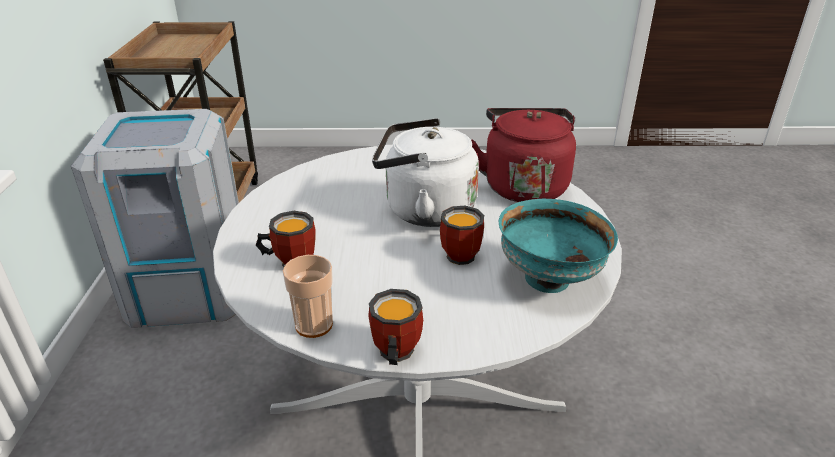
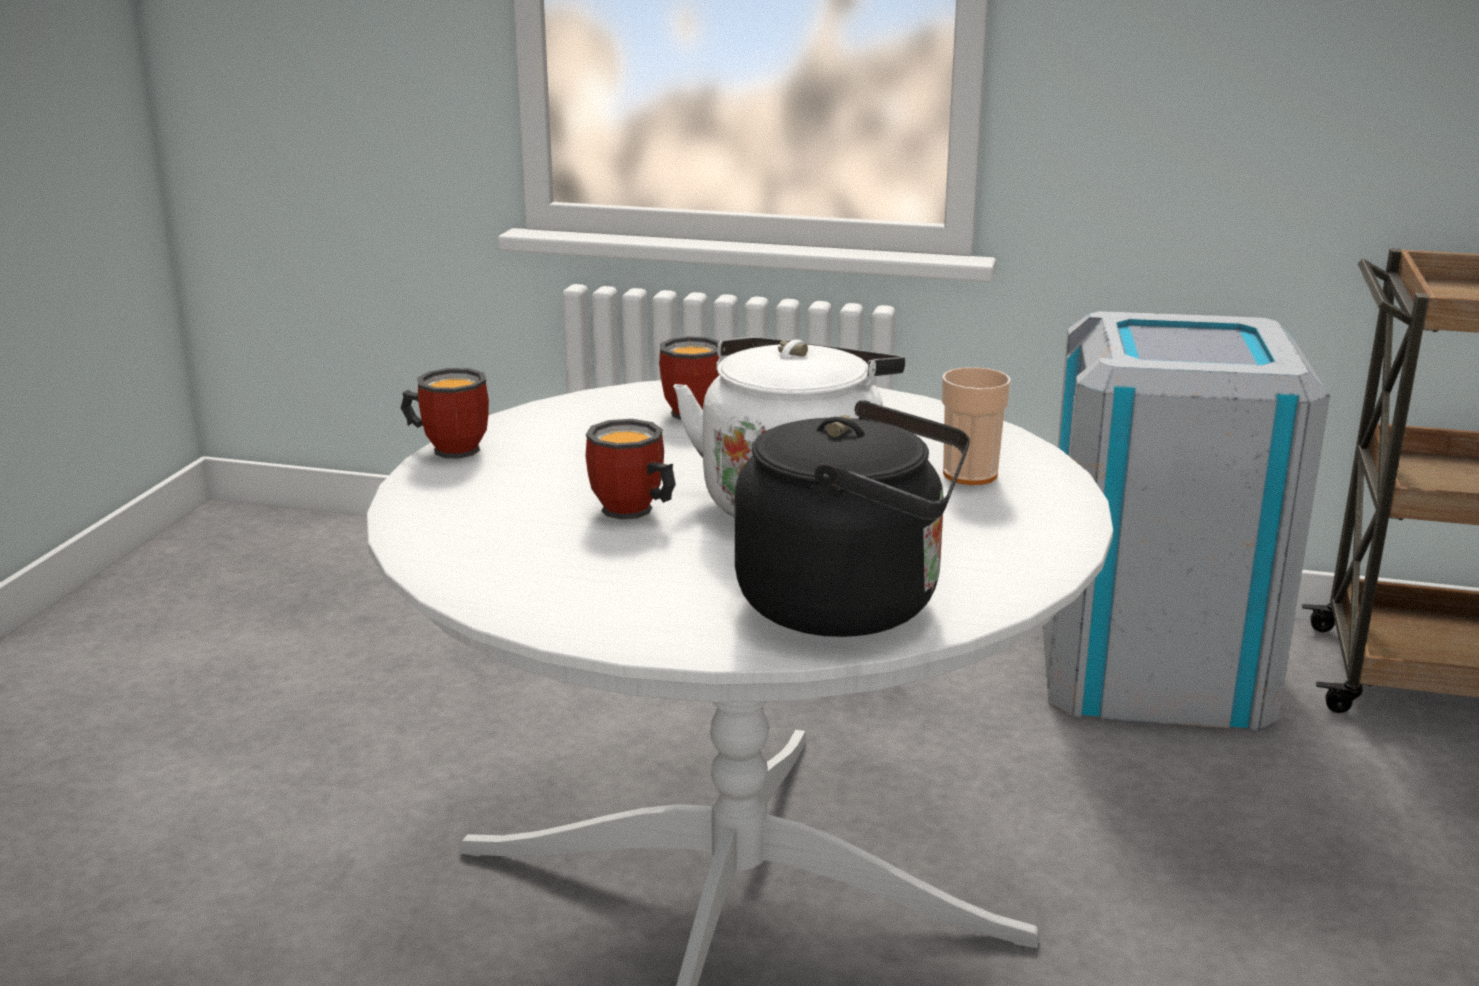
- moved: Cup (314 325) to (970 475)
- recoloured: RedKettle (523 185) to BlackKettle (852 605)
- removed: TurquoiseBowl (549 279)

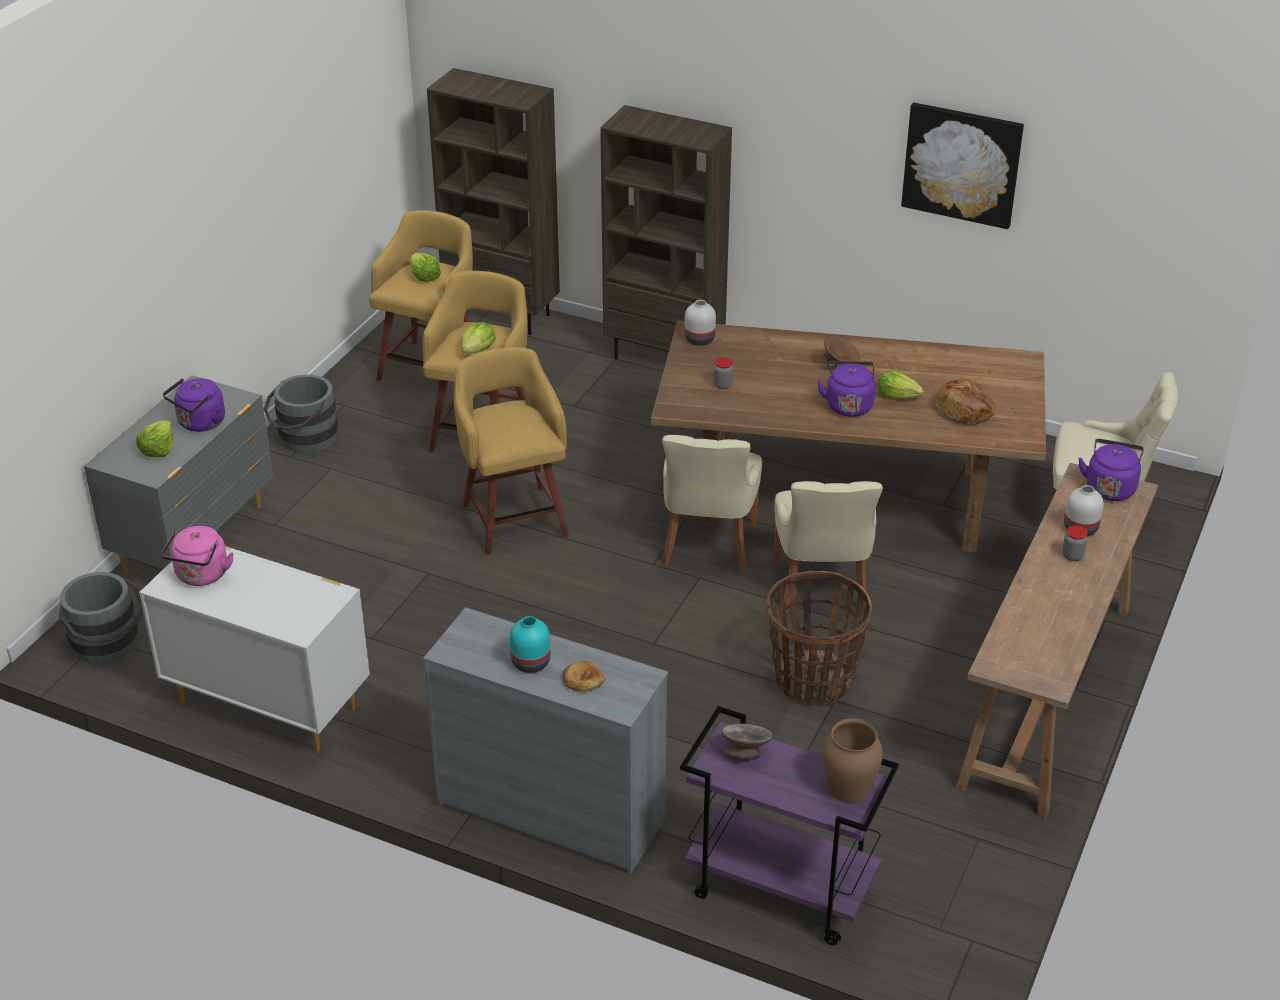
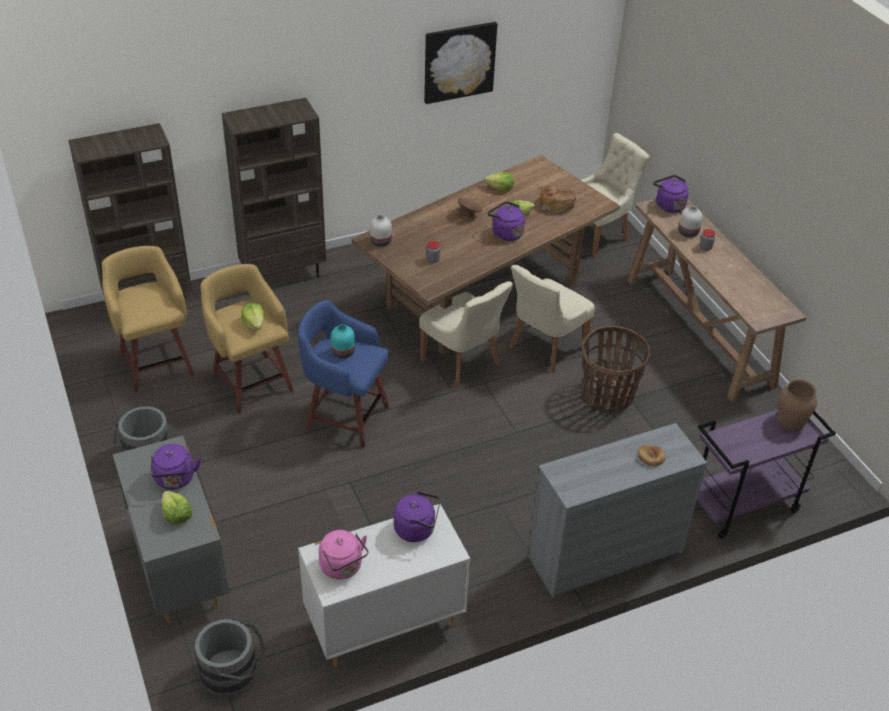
- moved: Lettuce (424 277) to (500 188)
- recoloured: YellowStool (514 517) to BlueStool (345 417)
- moved: TurquoiseVase (529 663) to (342 352)
- removed: GreyBowl (745 752)
- turned: BeigeChair (822 590) = (545 348) 90 degrees clockwise
- added: PurpleKettle (417 529)

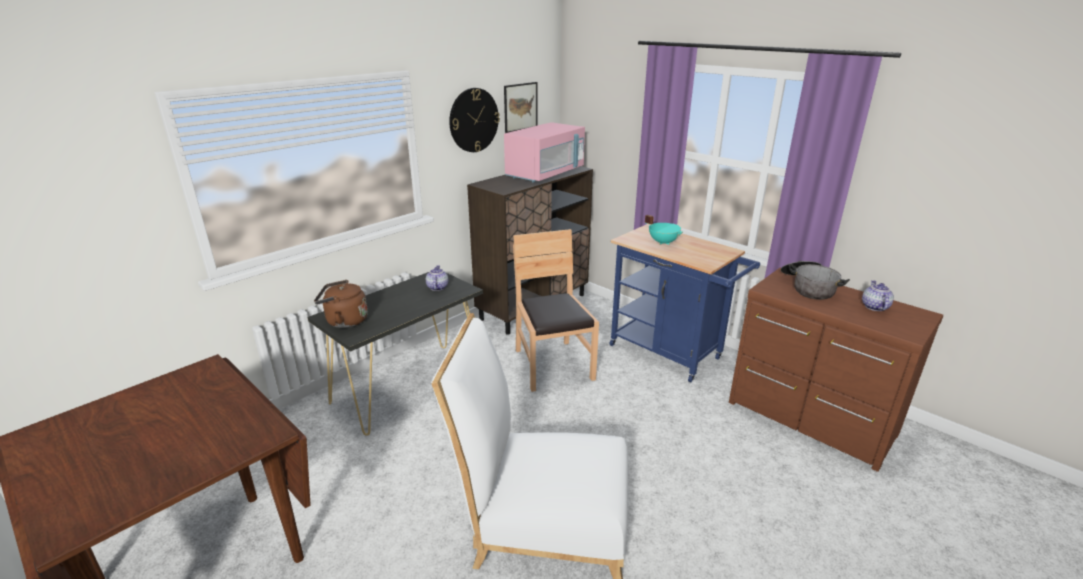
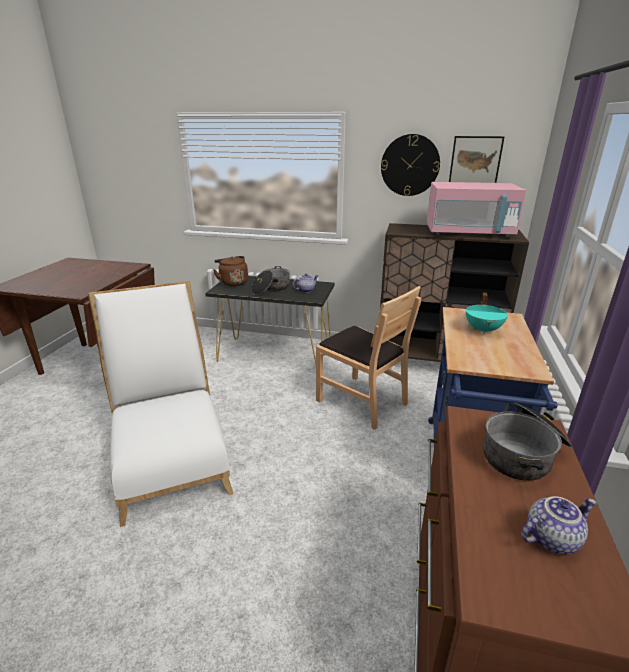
- turned: BrownChair (552 365) = (362 401) 90 degrees clockwise
- added: CookingPot (271 288)

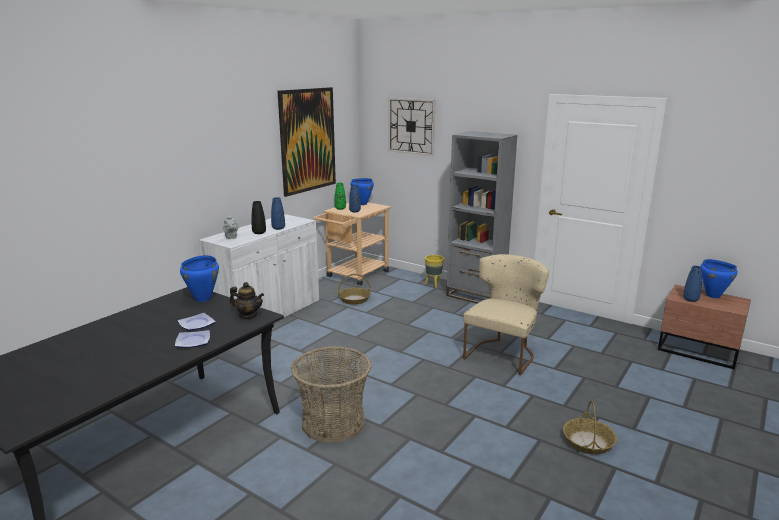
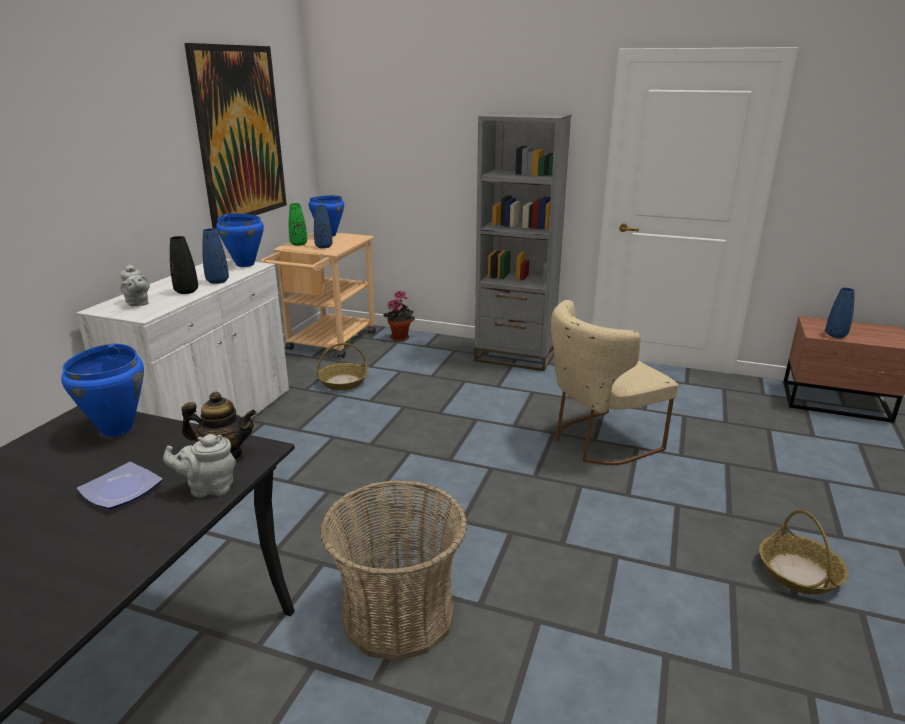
- removed: Plate (192 341)
- removed: WallClock (411 126)
- removed: YellowPlanter (433 285)
- turned: BeigeChair (503 353) = (598 441) 135 degrees counterclockwise
- moved: BlueCookingPot (713 295) to (245 264)
- added: GreyTeapot (208 488)
- added: PottedPlant (400 337)

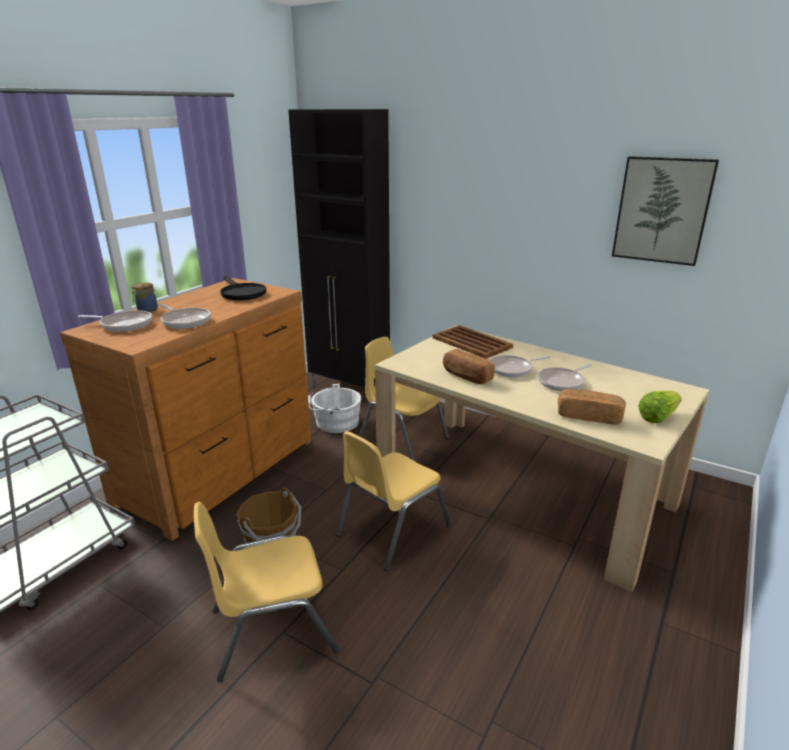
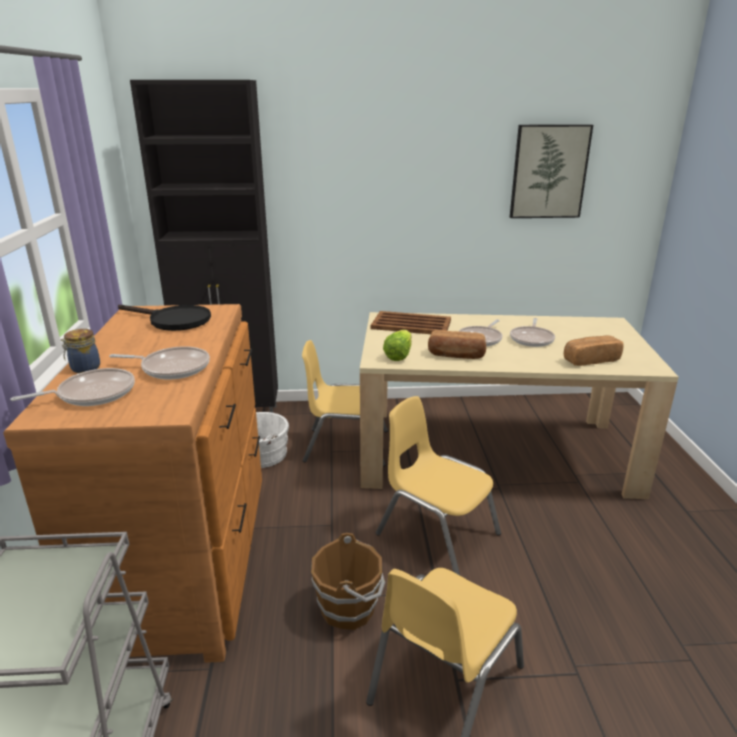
- turned: YellowChair (392 530) = (437 534) 120 degrees clockwise
- moved: Lettuce (657 417) to (399 355)

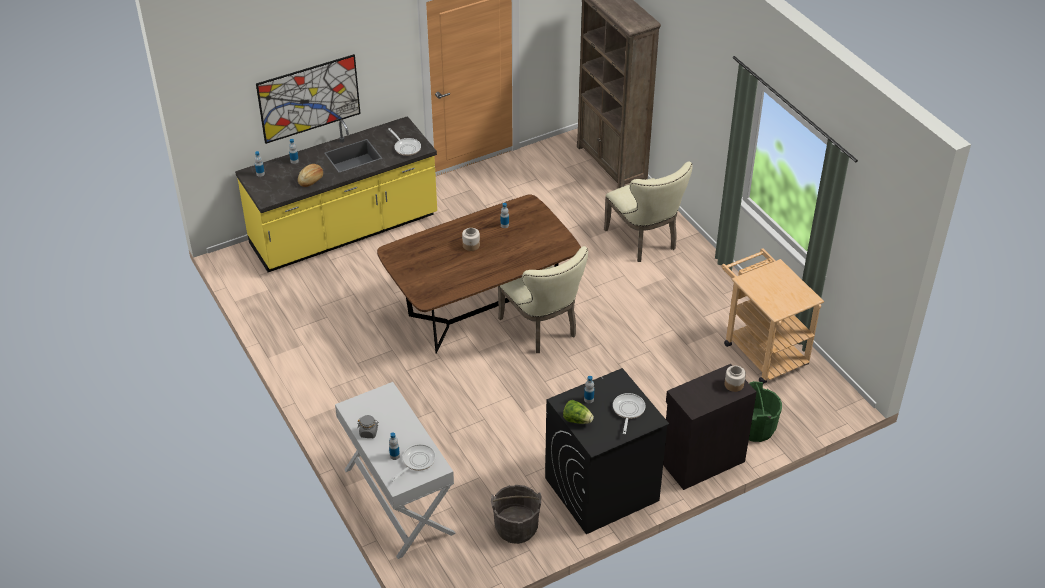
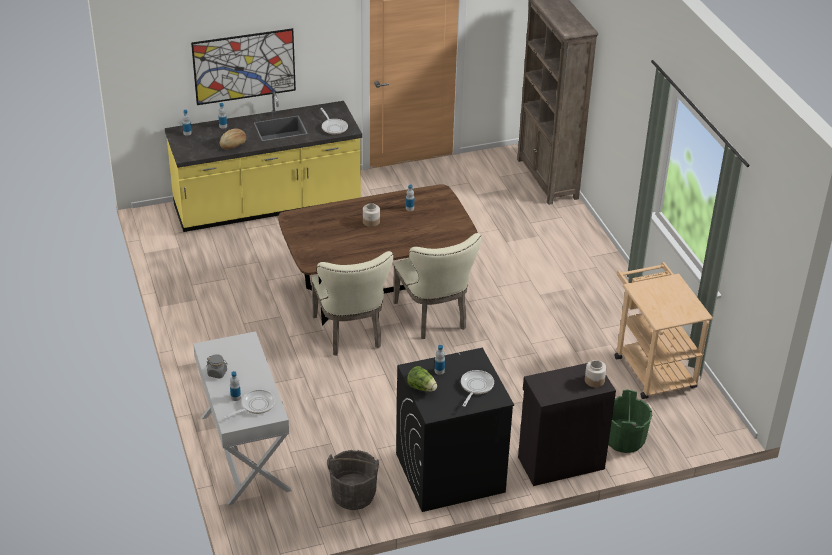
- moved: BeigeChair (644 241) to (351 334)

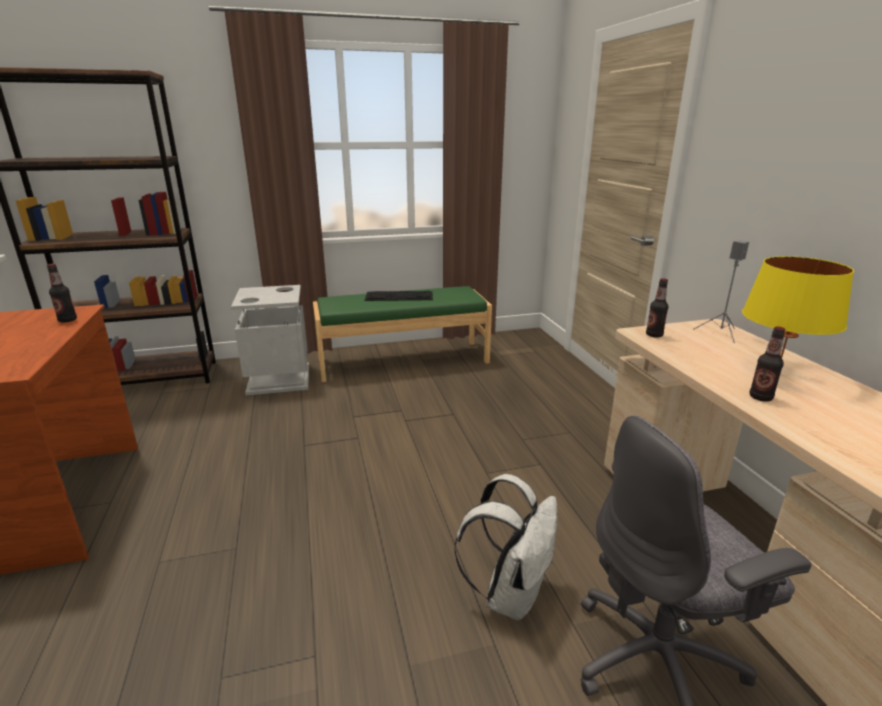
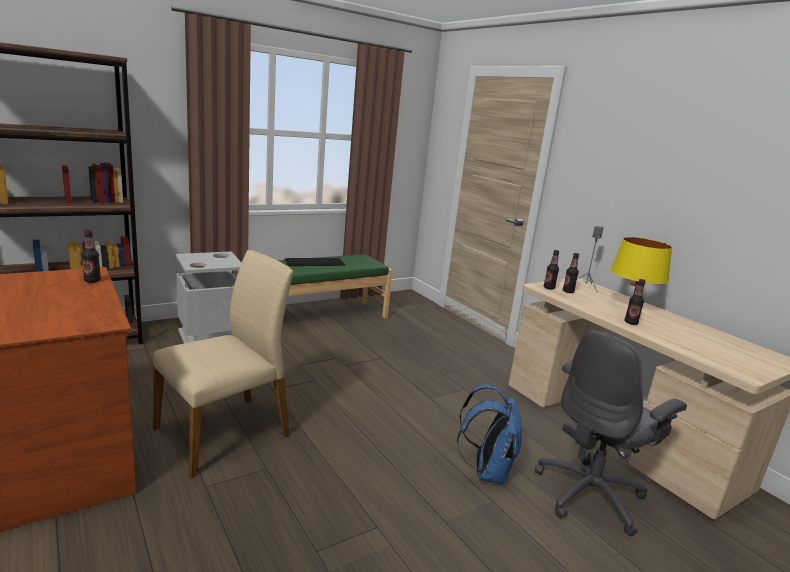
- recoloured: WhiteBackpack (510 594) to BlueBackpack (487 471)
- added: BeigeChair (224 432)
- added: Bottle (568 291)

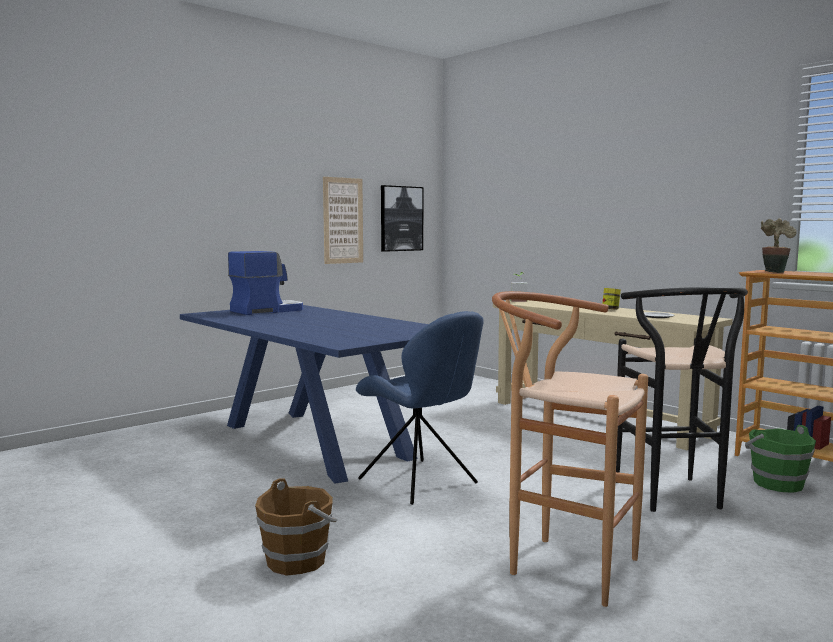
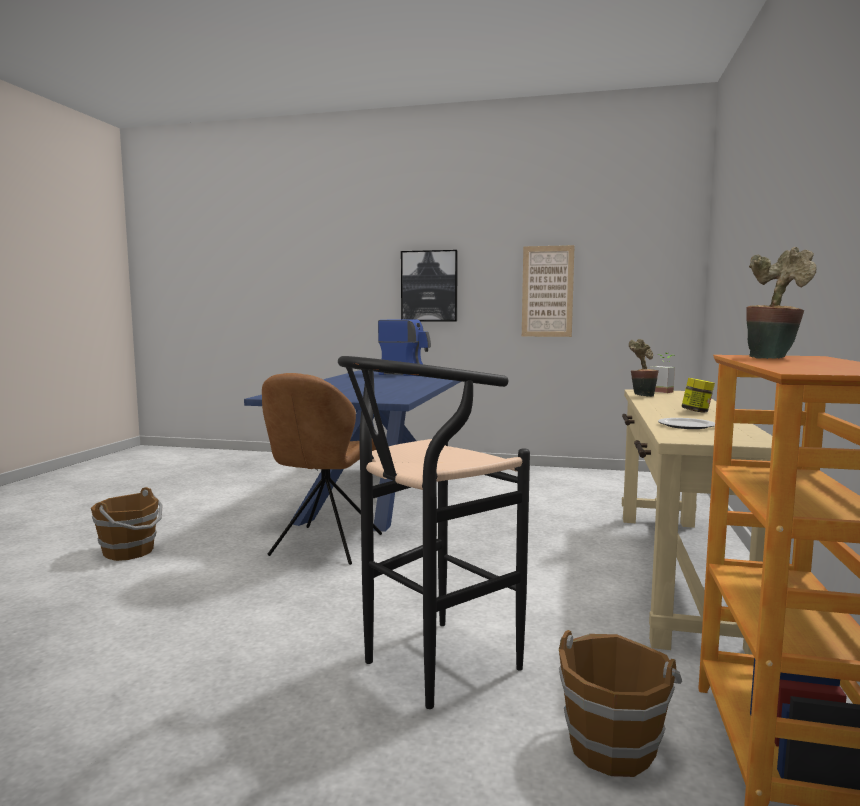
- recoloured: BlueChair (420 482) to BrownChair (325 546)
- moved: Picture (401 218) to (429 286)
- removed: BrownStool (561 564)
- recoloured: GreenBucket (776 483) to BrownBucket (612 745)
- added: PottedPlant (642 395)

